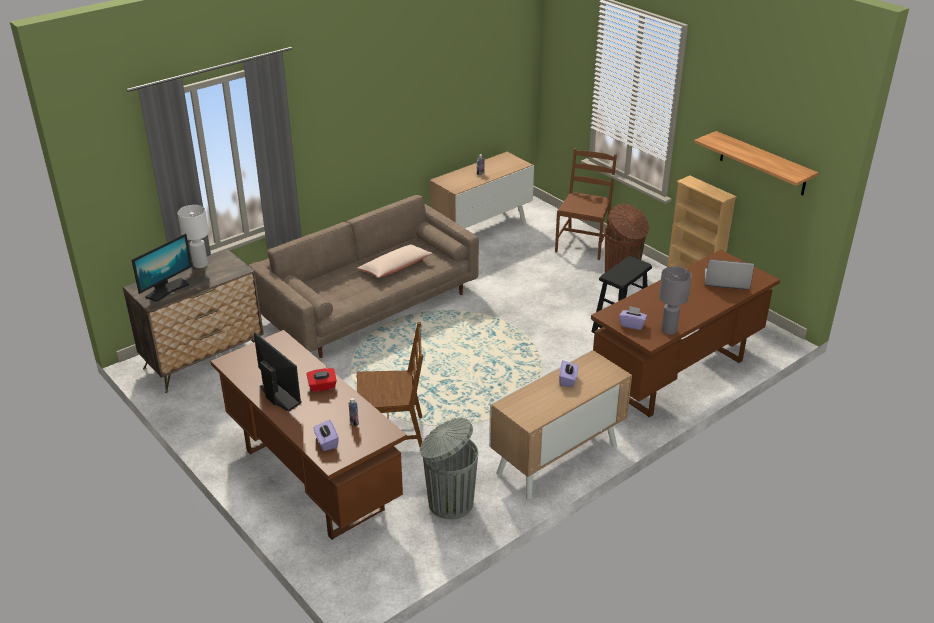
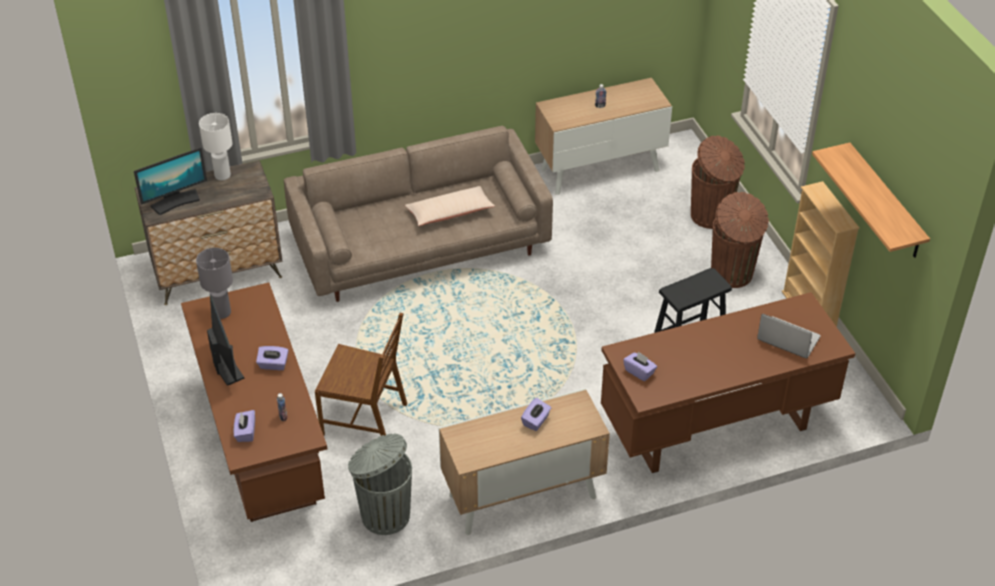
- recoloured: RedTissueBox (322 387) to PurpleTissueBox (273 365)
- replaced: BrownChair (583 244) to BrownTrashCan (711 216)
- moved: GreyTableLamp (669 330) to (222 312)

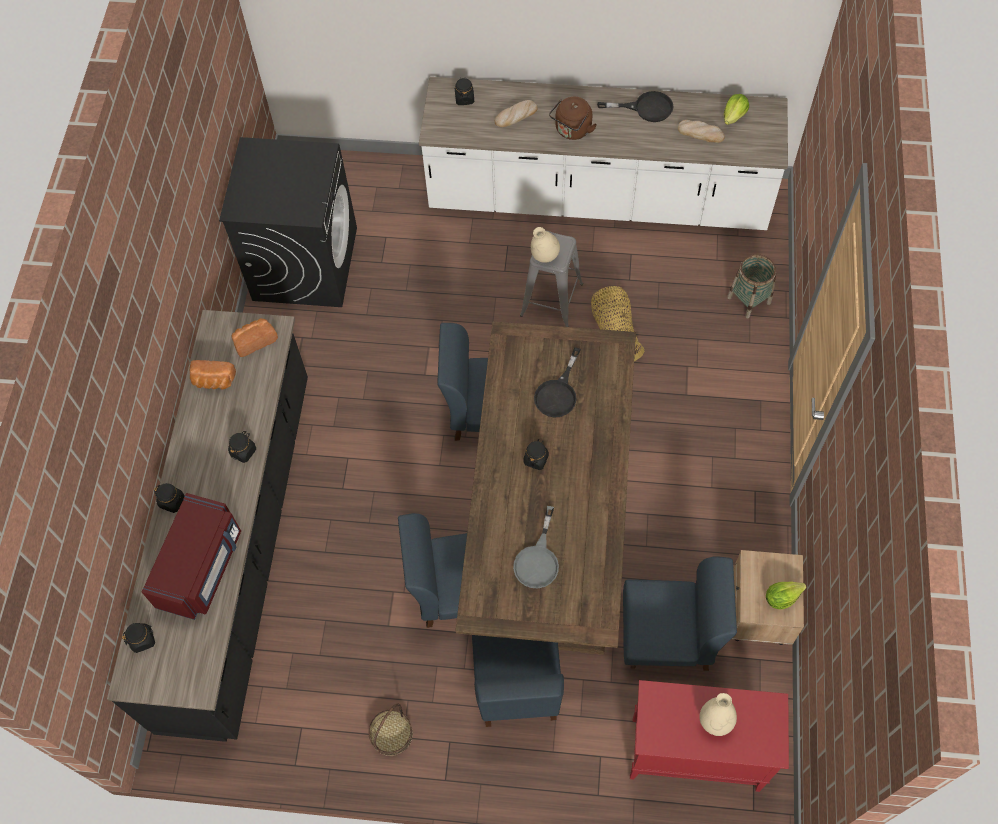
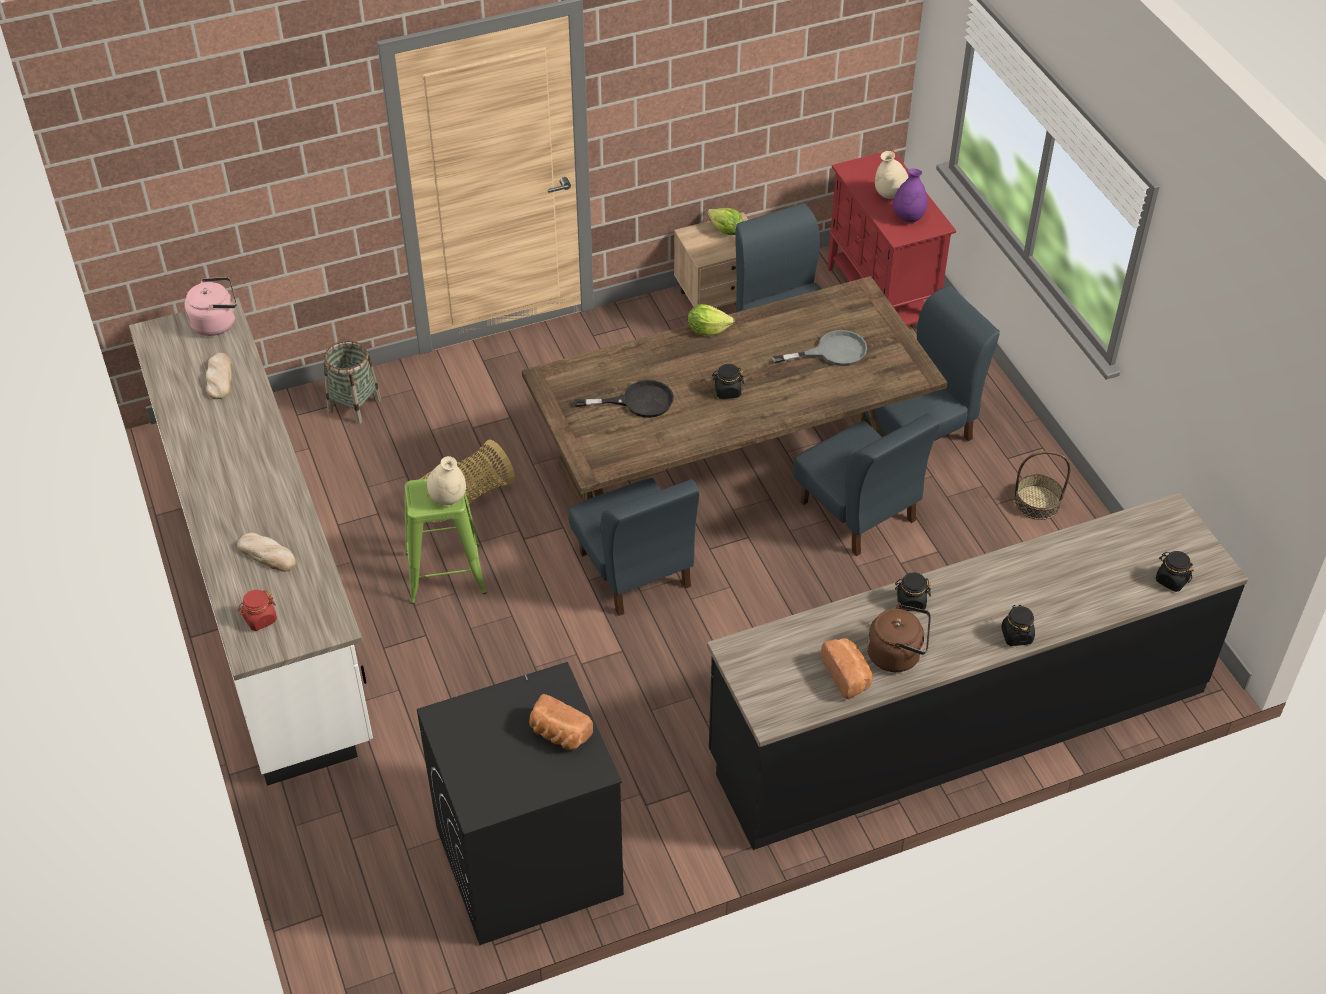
- removed: RedMicrowave (201 567)
- moved: Bread (255 341) to (558 734)
- recoloured: BlackJar (464 98) to RedJar (260 619)
- recoloured: GreyStool (552 299) to GreenStool (444 573)
- moved: BrownKettle (572 131) to (897 654)
- removed: BlackFryingPan (645 108)
- moved: Lettuce (734 116) to (707 330)
- added: PinkKettle (217 322)
- added: PurpleVase (908 217)

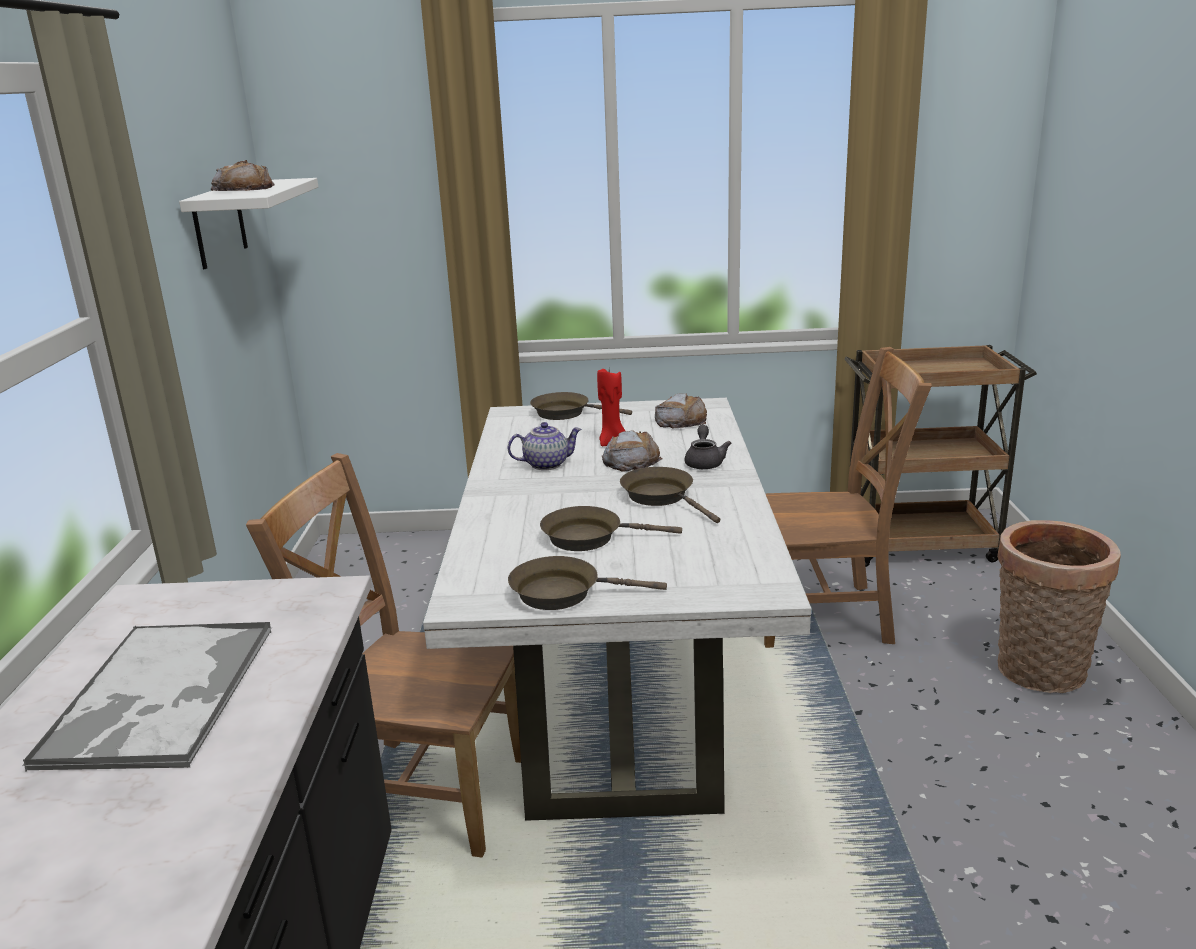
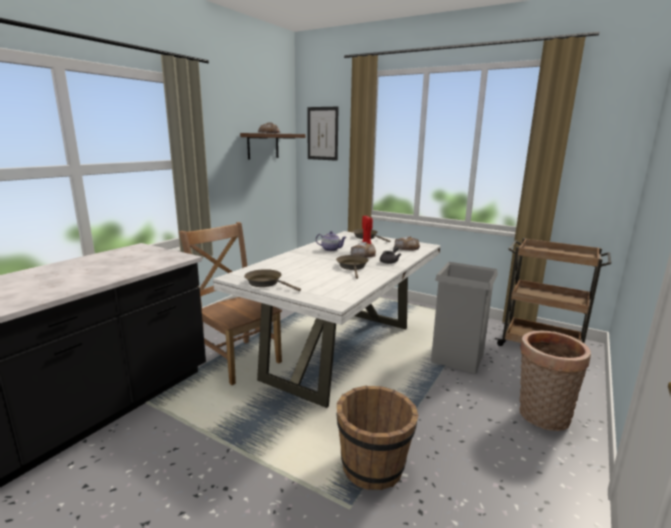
- removed: Tray (160 696)
- recoloured: WhiteShelf (219 224) to BrownShelf (263 146)
- removed: BrownFryingPan (589 537)
- replaced: BrownChair (825 615) to GreyTrashCan (457 357)
- added: Picture (322 133)
- added: BrownBucket (373 466)

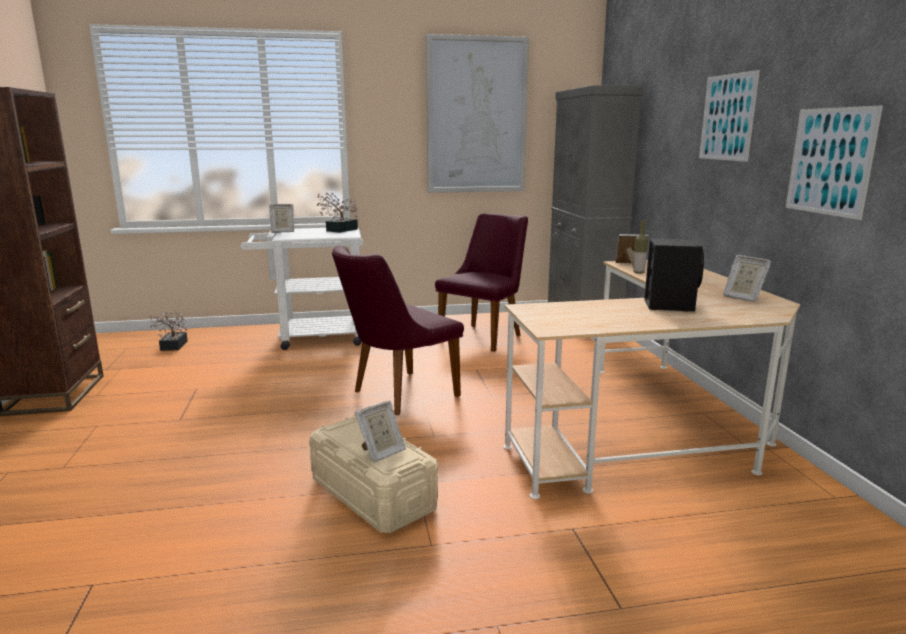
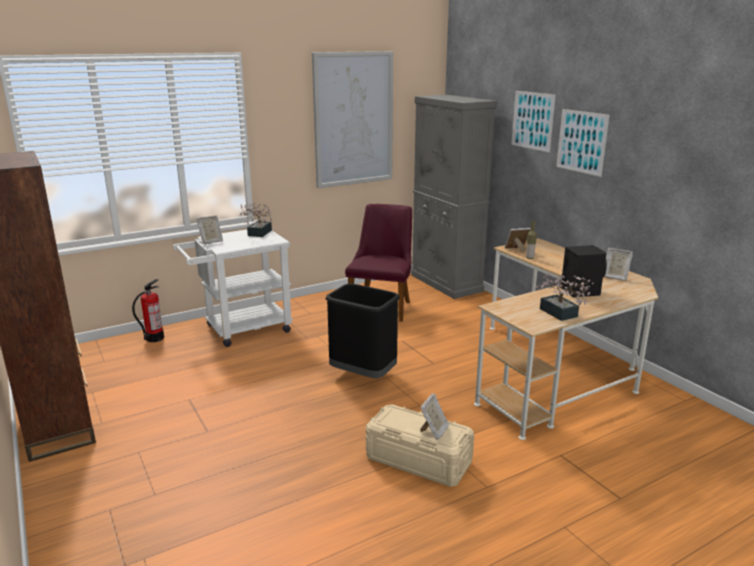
- moved: PottedPlant (172 347) to (561 314)
- replaced: PurpleChair (397 395) to BlackTrashCan (362 375)
- moved: Picture (830 161) to (532 120)
- added: FireExtinguisher (155 338)

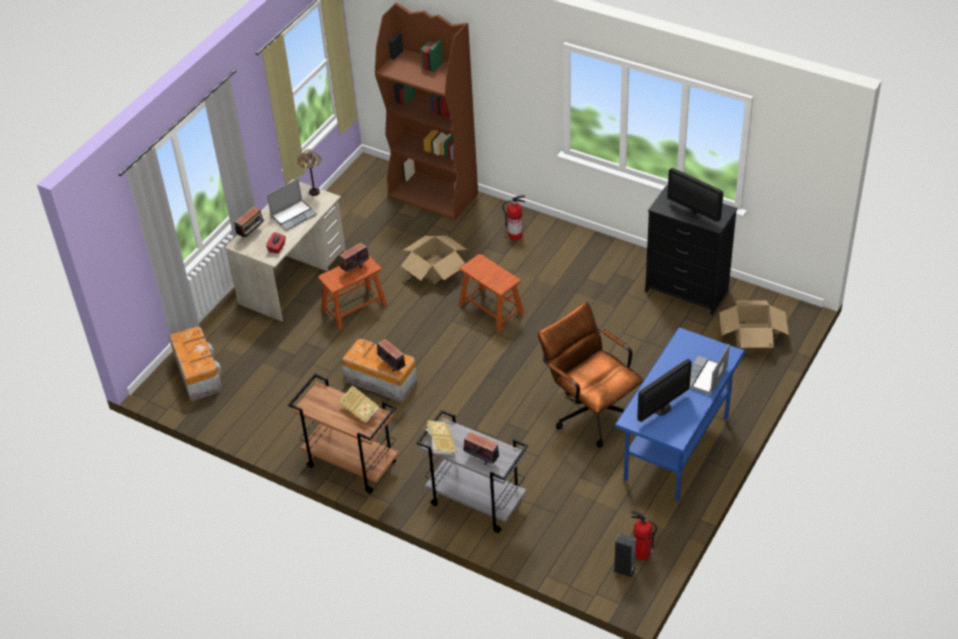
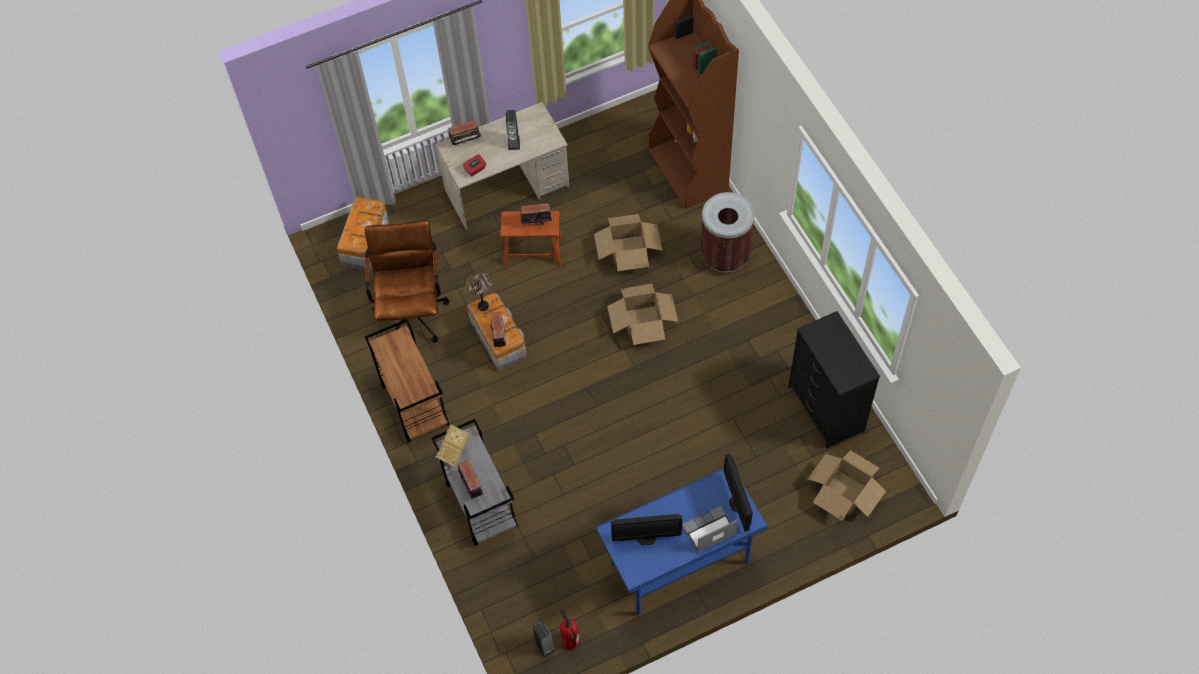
- replaced: Laptop (294 215) to Speaker (514 142)
- moved: TableLamp (314 192) to (483 306)
- removed: Book (360 410)
- replaced: BrownStool (491 308) to CardboardBox (642 322)
- replaced: FireExtinguisher (515 234) to BrownTrashCan (725 255)
- moved: BrownOfficeChair (590 410) to (412 310)
- moved: Monitor (694 213) to (737 503)

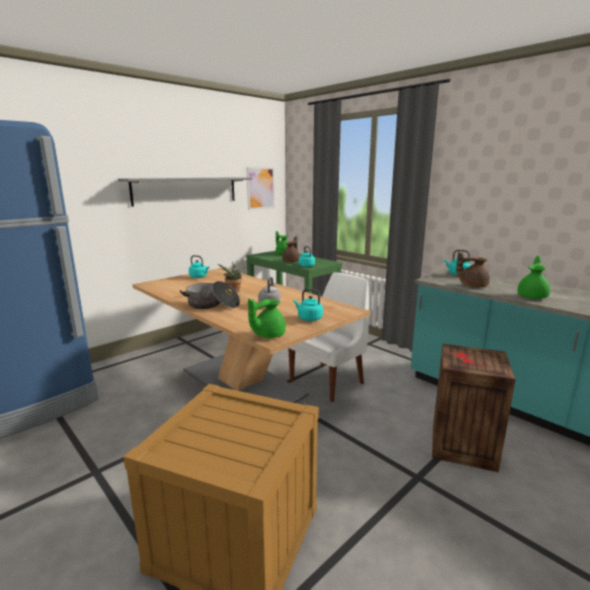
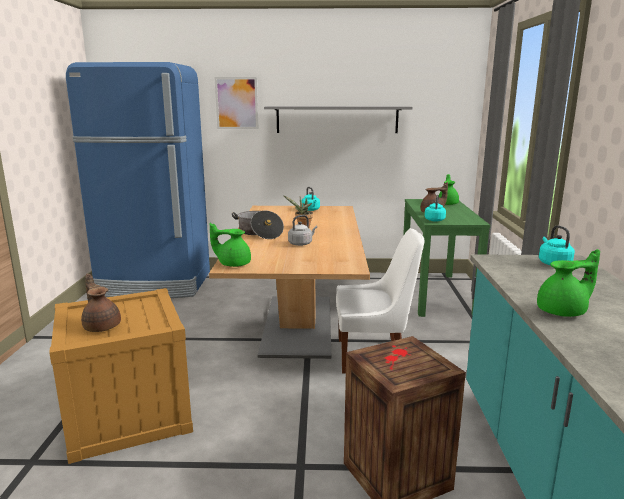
- moved: Picture (260 188) to (236 103)
- removed: TurquoiseKettle (308 318)
- moved: BrownTeapot (472 286) to (102 326)

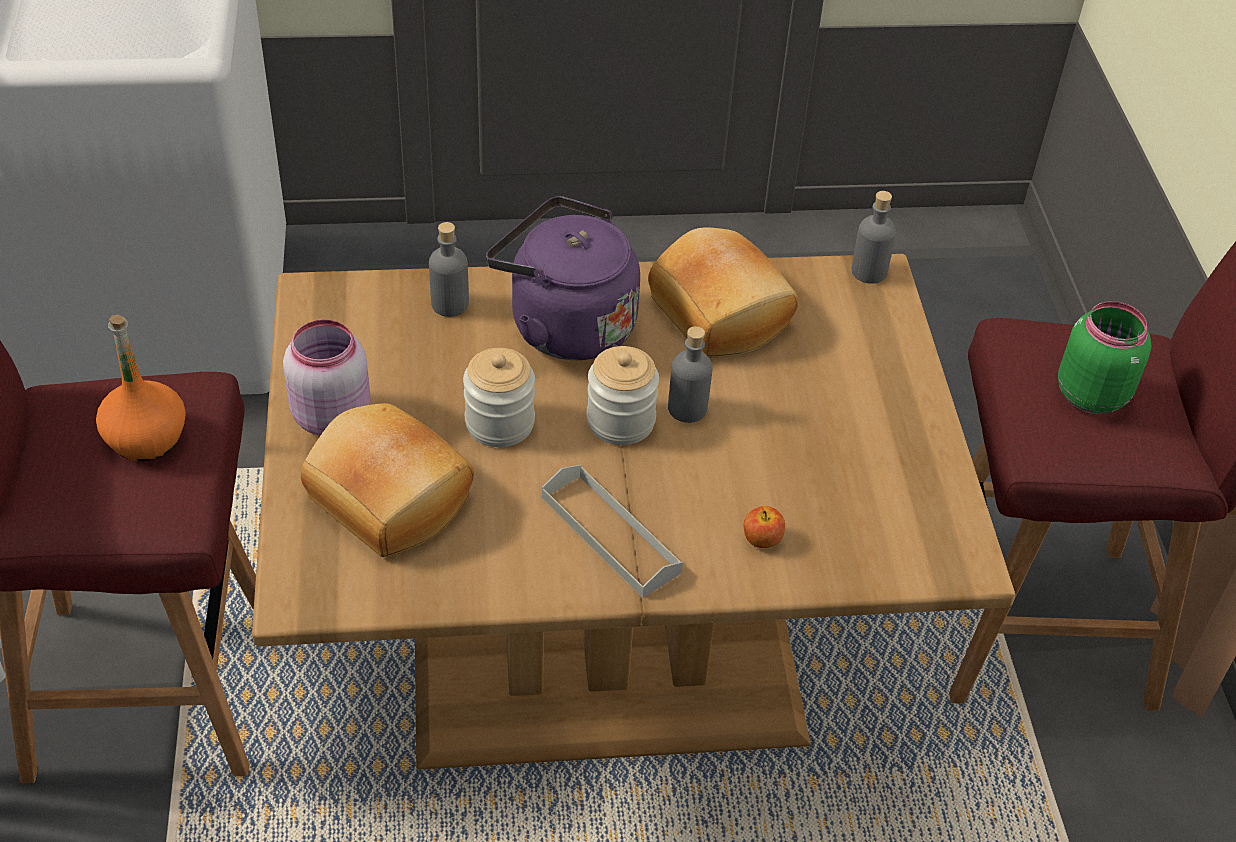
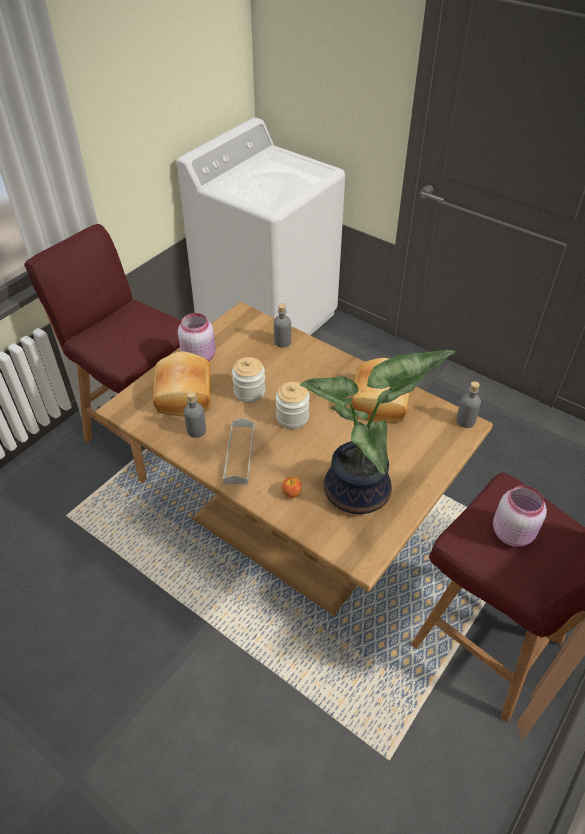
- removed: OrangeBottle (146 438)
- removed: PurpleKettle (565 325)
- moved: GreyBottle (687 408) to (196 430)
- recoloured: GreenJar (1091 393) to PinkJar (513 532)
- added: PottedPlant (361 493)

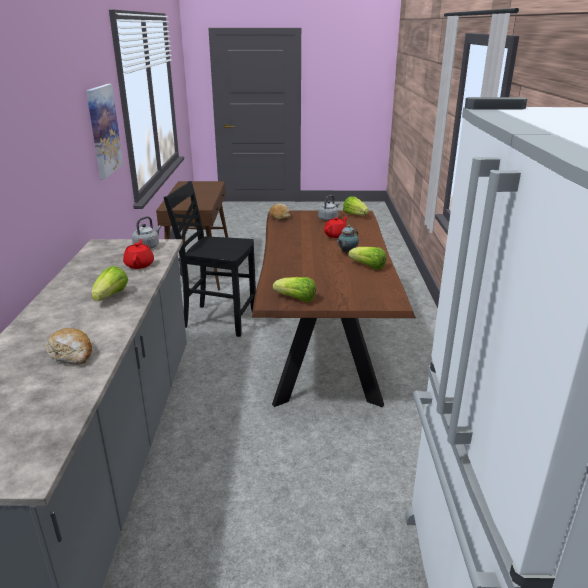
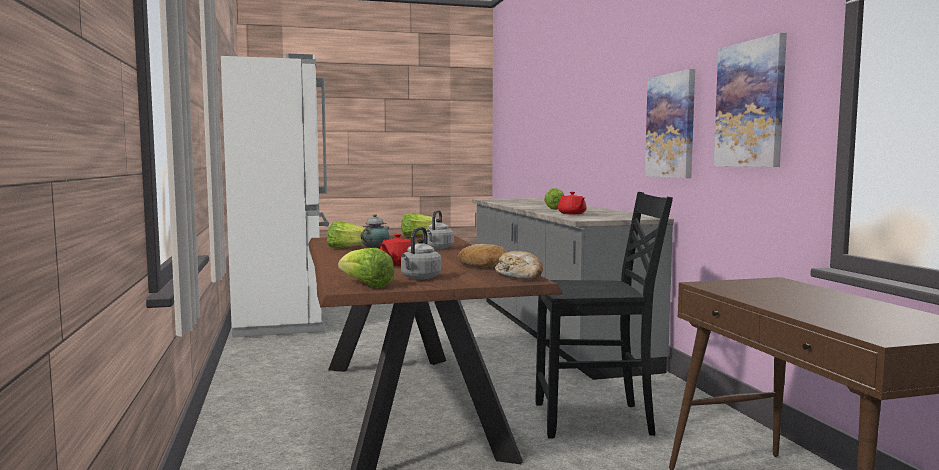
- moved: Bread (72 354) to (484 266)
- moved: GreyKettle (147 246) to (437 248)
- added: Picture (671 126)

